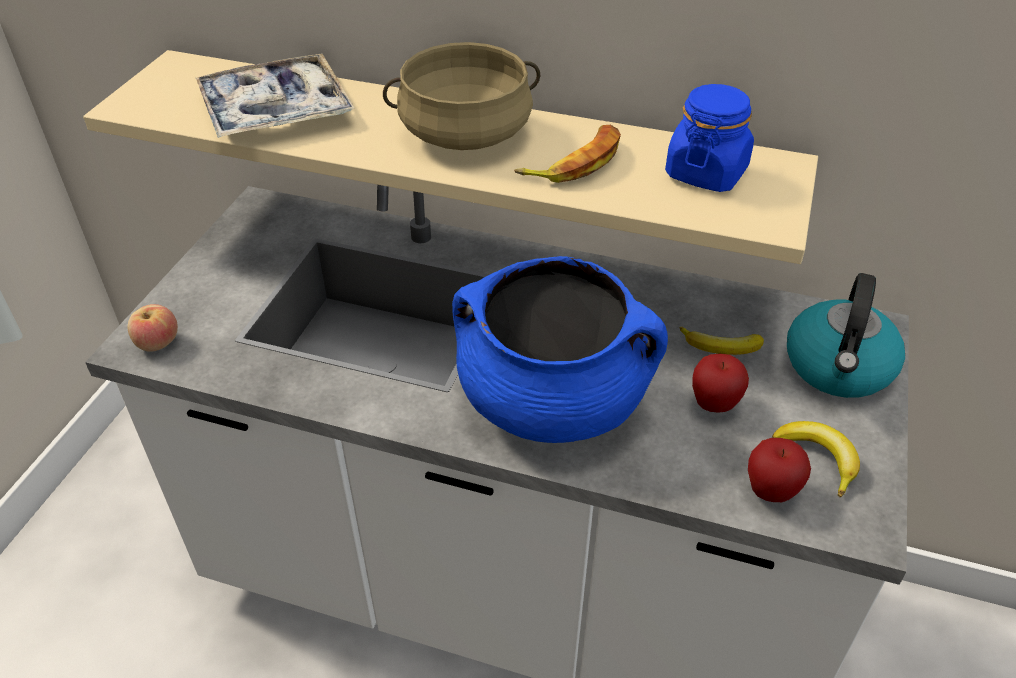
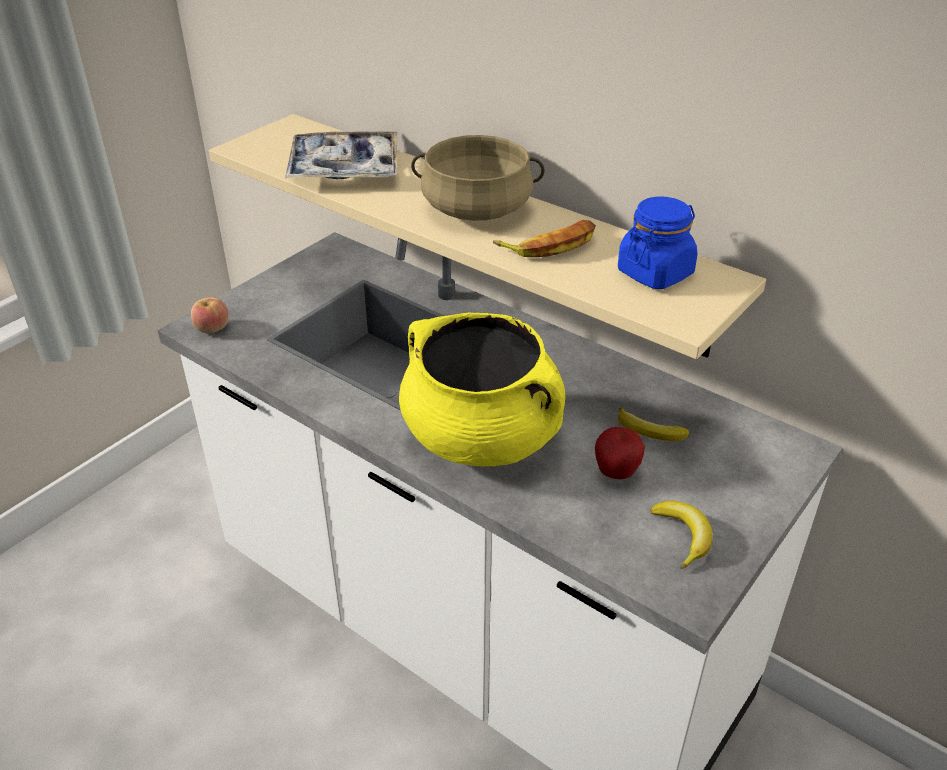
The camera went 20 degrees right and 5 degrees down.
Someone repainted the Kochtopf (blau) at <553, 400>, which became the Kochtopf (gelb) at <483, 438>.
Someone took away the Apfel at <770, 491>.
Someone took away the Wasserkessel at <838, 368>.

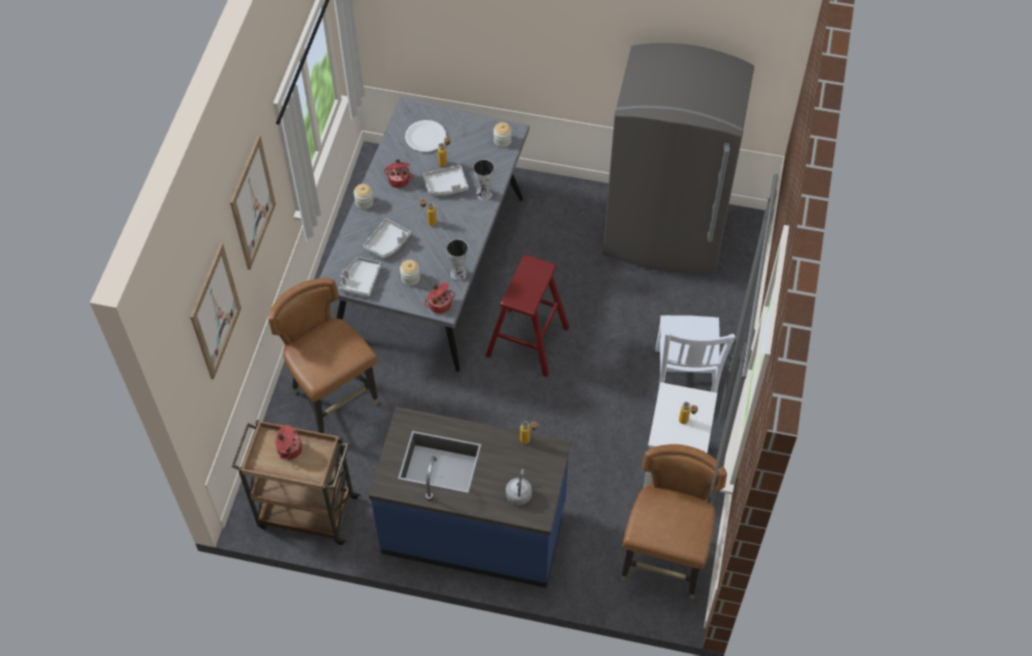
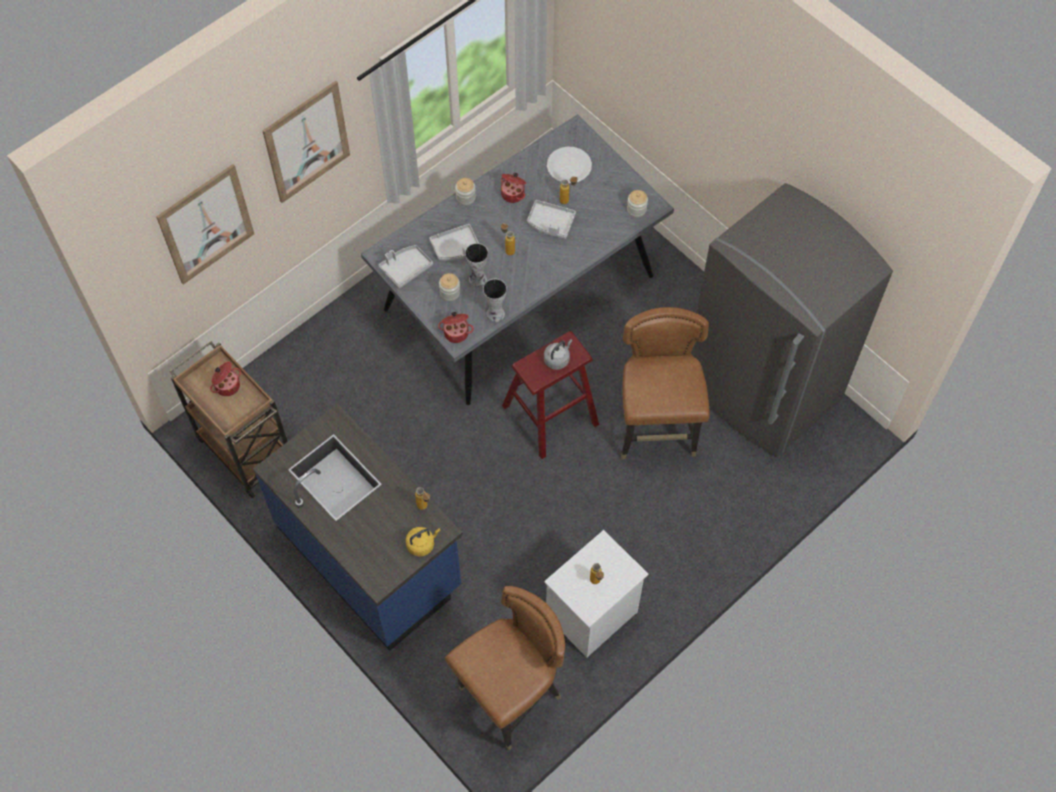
The camera went 35 degrees right and 5 degrees up.
Someone put down the Wasserkessel (gelb) at <422, 544>.
Someone carried the Vase from <485, 194> to <478, 279>.
Someone carried the Wasserkessel (grau) from <519, 493> to <557, 359>.
Someone carried the Stuhl (braun) from <334, 401> to <656, 430>.
Someone took away the Stuhl (weiß) at <684, 381>.

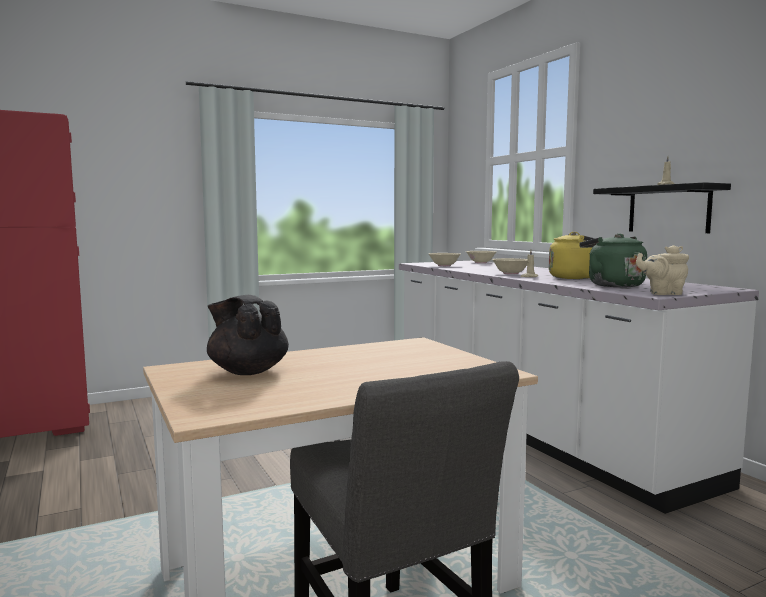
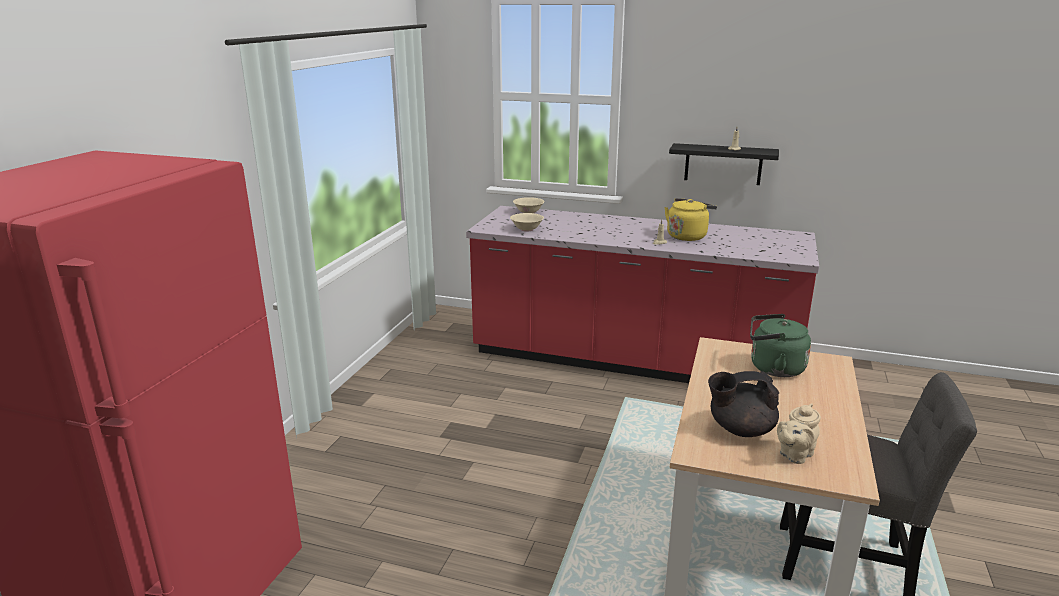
The camera went 45 degrees left and 15 degrees up.
Someone repainted the Küchenzeile (weiß) at <532, 429>, which became the Küchenzeile (rot) at <631, 361>.
Someone carried the Wasserkessel (grün) from <612, 285> to <773, 368>.
Someone carried the Teekanne (beige) from <662, 293> to <794, 455>.
Someone took away the Schüssel (beige) at <510, 273>.

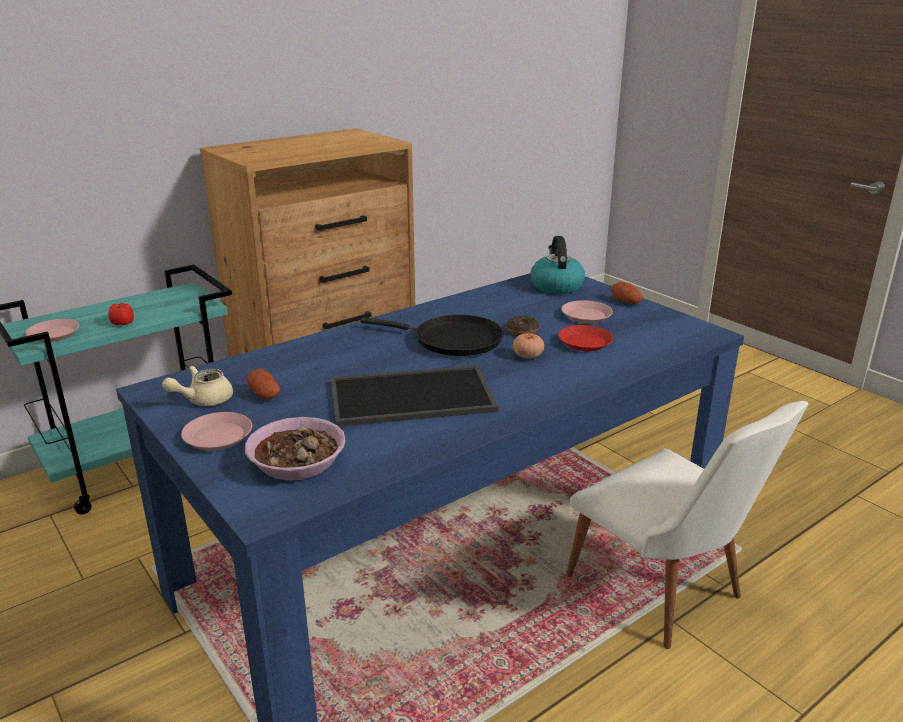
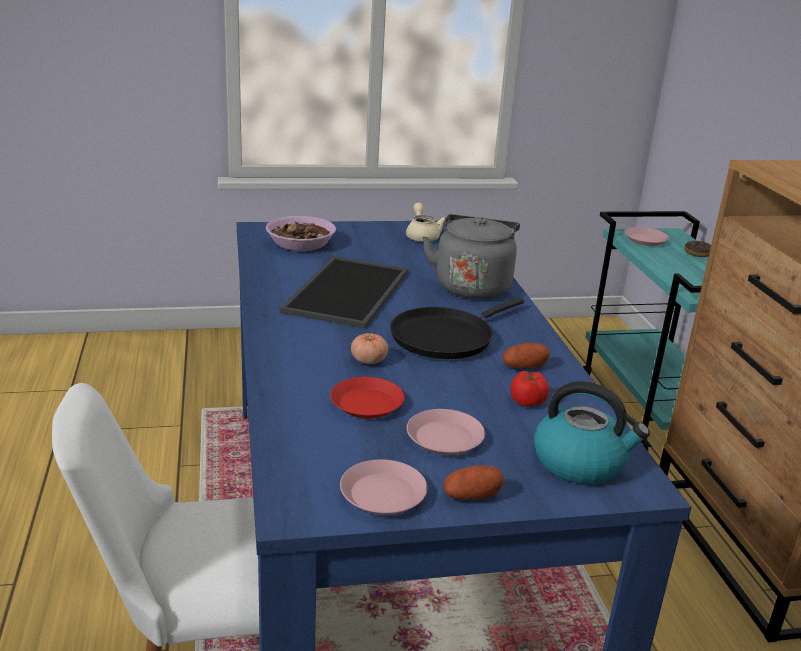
The camera went 115 degrees right and 0 degrees up.
Someone carried the Teller (rosa) from <217, 437> to <382, 494>.
Someone put down the Wasserkessel (grau) at <472, 286>.
Someone carried the Kartoffel from <264, 394> to <524, 367>.
Someone carried the Tomate from <123, 323> to <528, 402>.
Someone carried the Donut from <522, 331> to <698, 253>.

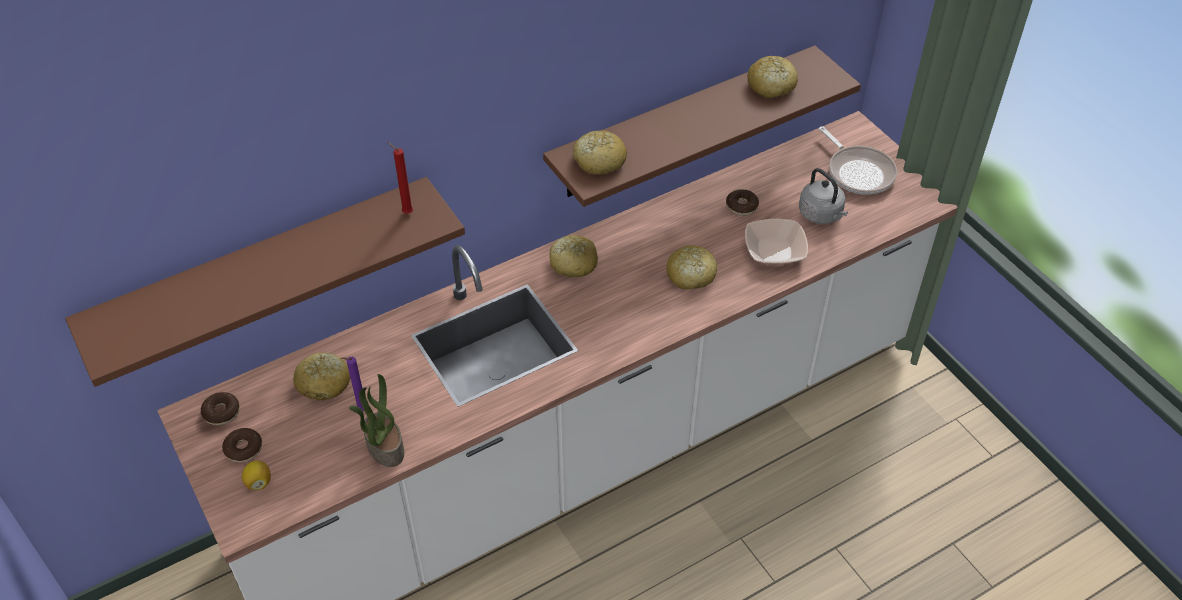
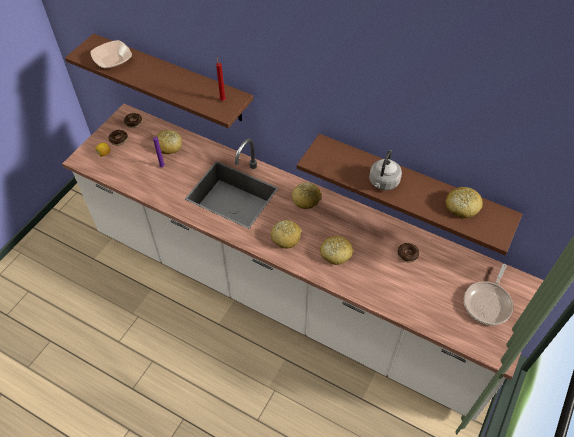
The camera went 60 degrees right and 5 degrees up.
Someone carried the Schüssel from <774, 250> to <113, 60>.
Someone carried the Brot from <599, 160> to <286, 237>.
Someone carried the Wasserkessel (grau) from <821, 215> to <383, 183>.
Someone took away the Topfpflanze at <384, 447>.

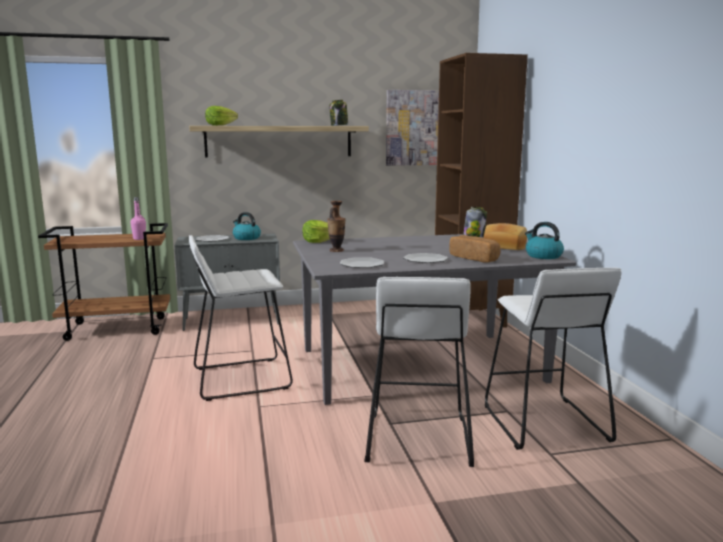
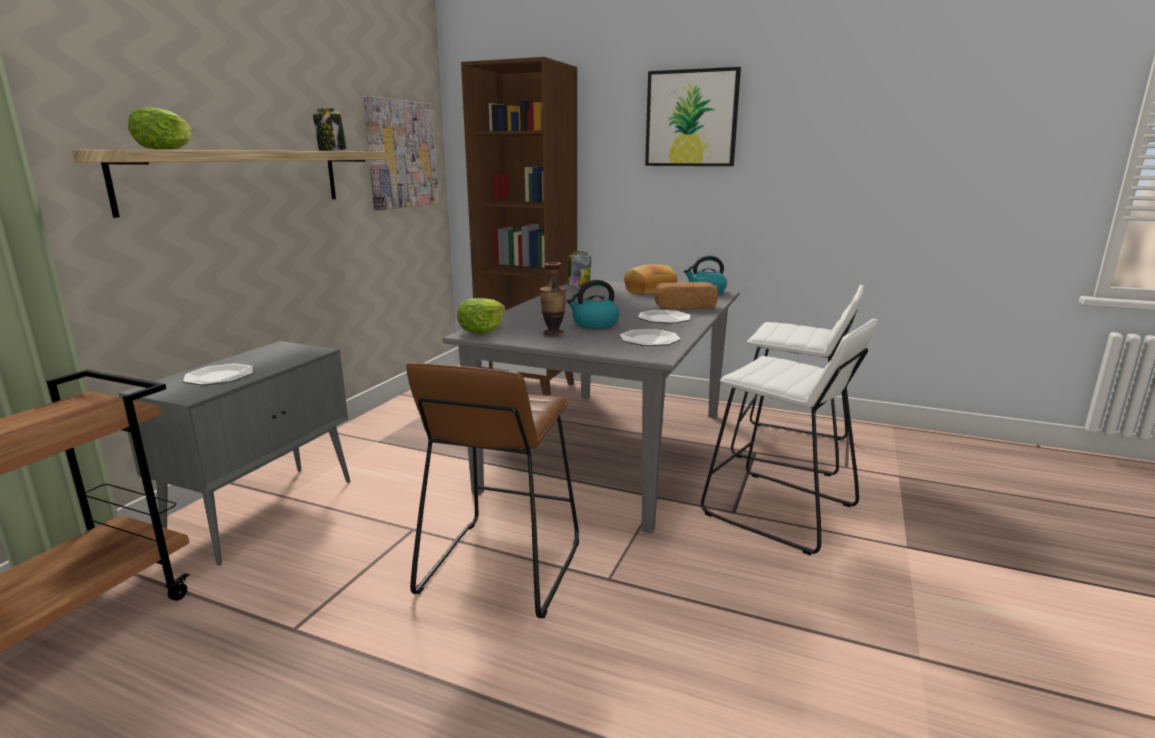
The camera went 55 degrees left and 5 degrees up.
Someone repainted the Hocker (weiß) at <241, 378>, which became the Hocker (braun) at <500, 566>.
Someone carried the Wasserkessel from <246, 238> to <594, 324>.
Someone put up the Bild at <691, 118>.
Someone took away the Flasche (rosa) at <139, 239>.

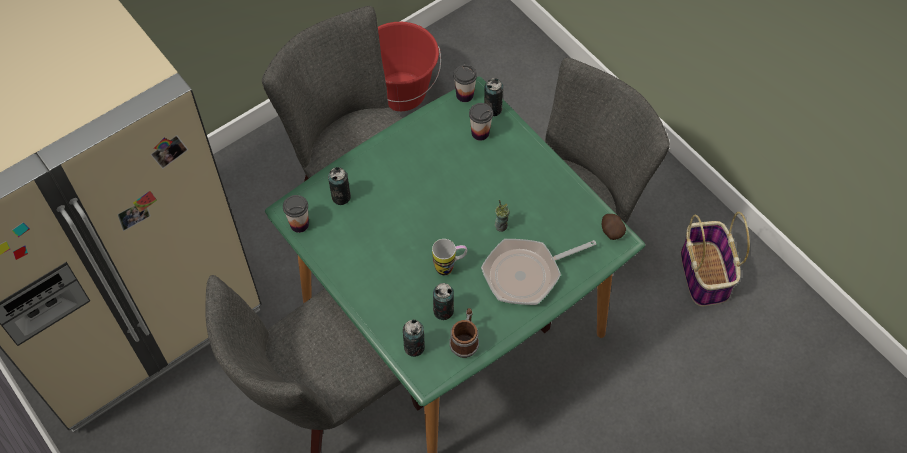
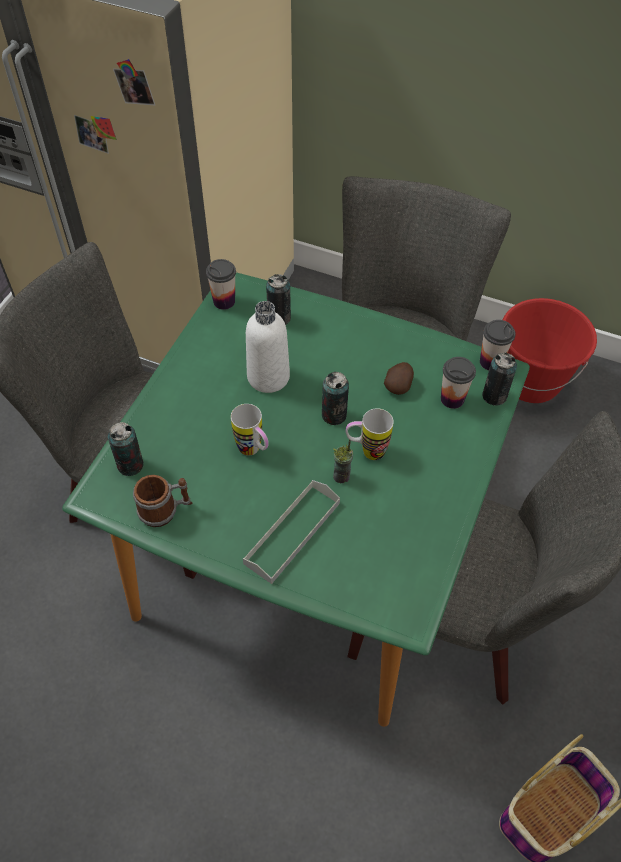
The camera went 60 degrees right and 5 degrees down.
Someone swapped the Pfanne at <526, 274> for the Tablett (grau) at <292, 533>.
Someone put down the Flasche (weiß) at <268, 377>.
Someone carried the Dose from <443, 311> to <334, 415>.
Someone put down the Henkelbecher at <366, 451>.
Someone carried the Kartoffel from <611, 231> to <399, 385>.

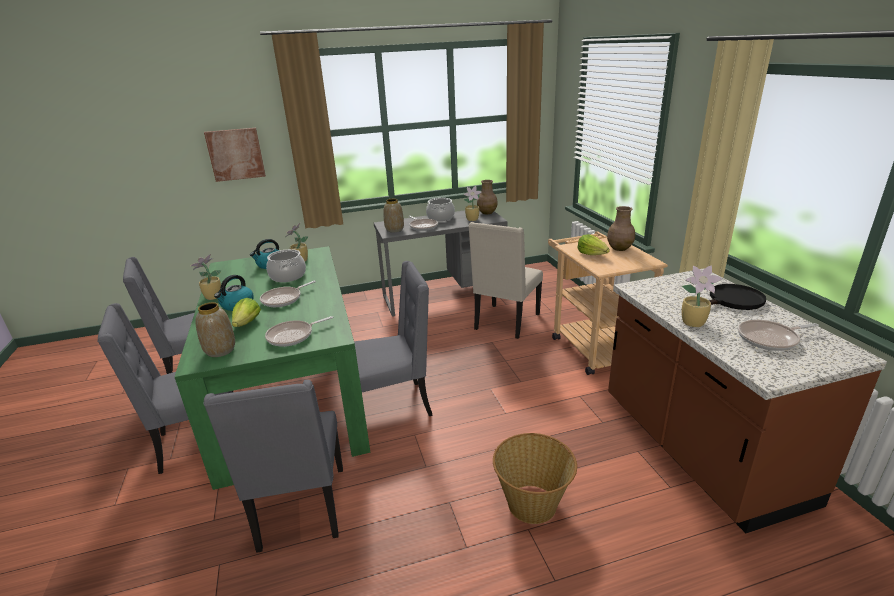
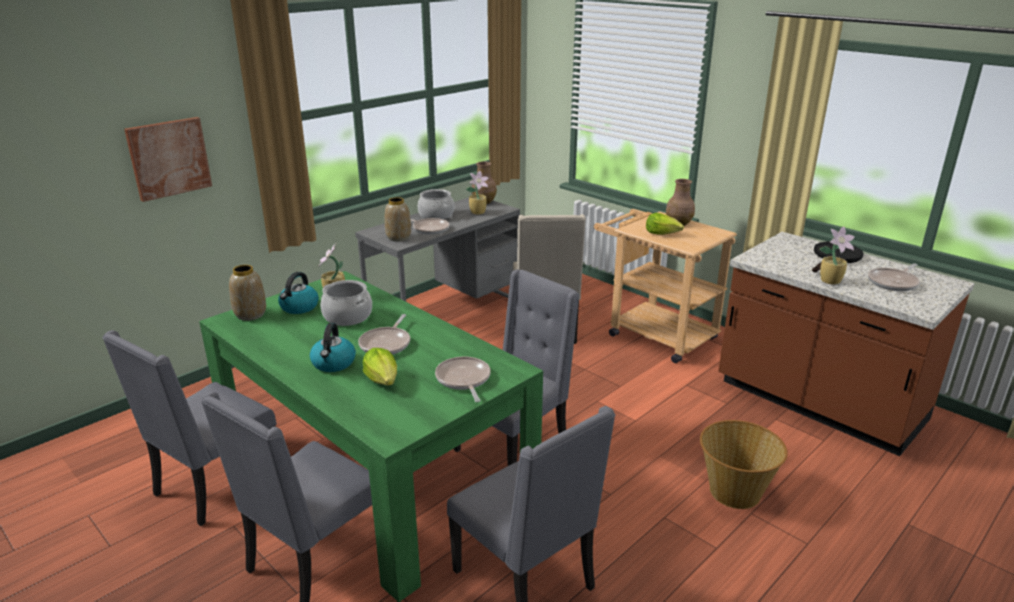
The camera went 30 degrees left and 0 degrees up.
Someone carried the Vase from <220, 350> to <250, 314>.
Someone rotated the Pfanne at <293, 336> by 135 degrees clockwise.
Someone took away the Topfpflanze at <212, 297>.

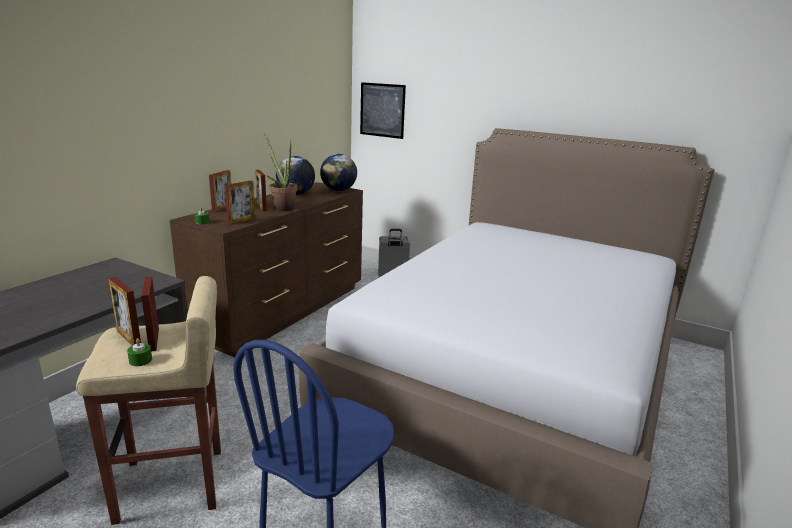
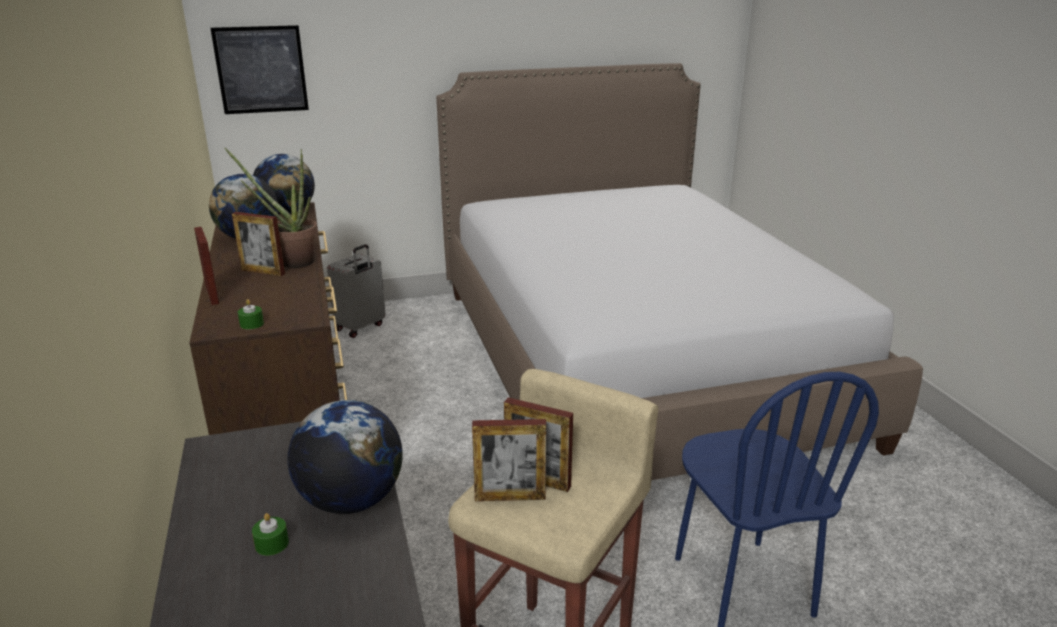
The camera went 45 degrees left and 5 degrees up.
Someone carried the Kerze (grün) from <140, 360> to <272, 544>.
Someone put down the Globus at <351, 500>.
Someone took away the Bilderrahmen at <241, 221>.

